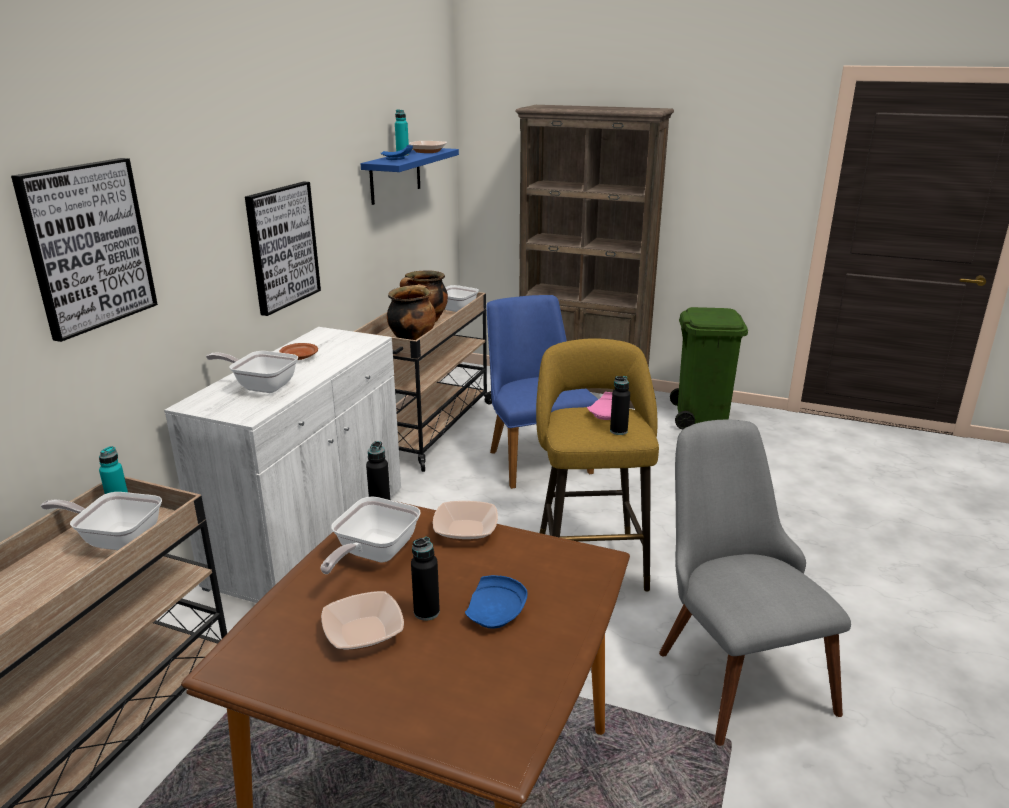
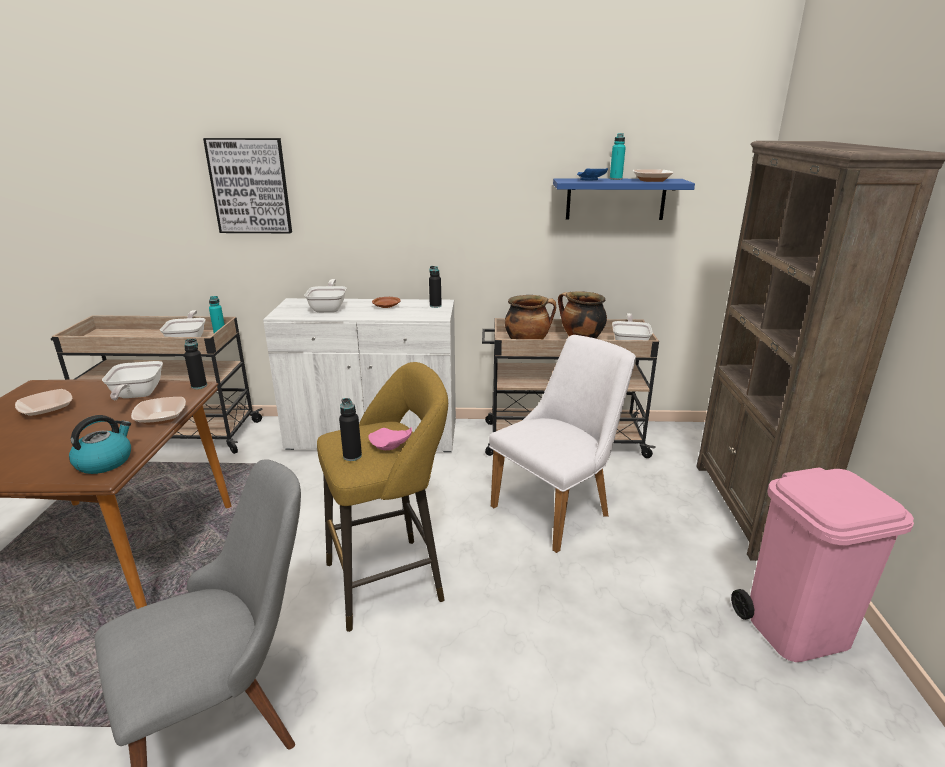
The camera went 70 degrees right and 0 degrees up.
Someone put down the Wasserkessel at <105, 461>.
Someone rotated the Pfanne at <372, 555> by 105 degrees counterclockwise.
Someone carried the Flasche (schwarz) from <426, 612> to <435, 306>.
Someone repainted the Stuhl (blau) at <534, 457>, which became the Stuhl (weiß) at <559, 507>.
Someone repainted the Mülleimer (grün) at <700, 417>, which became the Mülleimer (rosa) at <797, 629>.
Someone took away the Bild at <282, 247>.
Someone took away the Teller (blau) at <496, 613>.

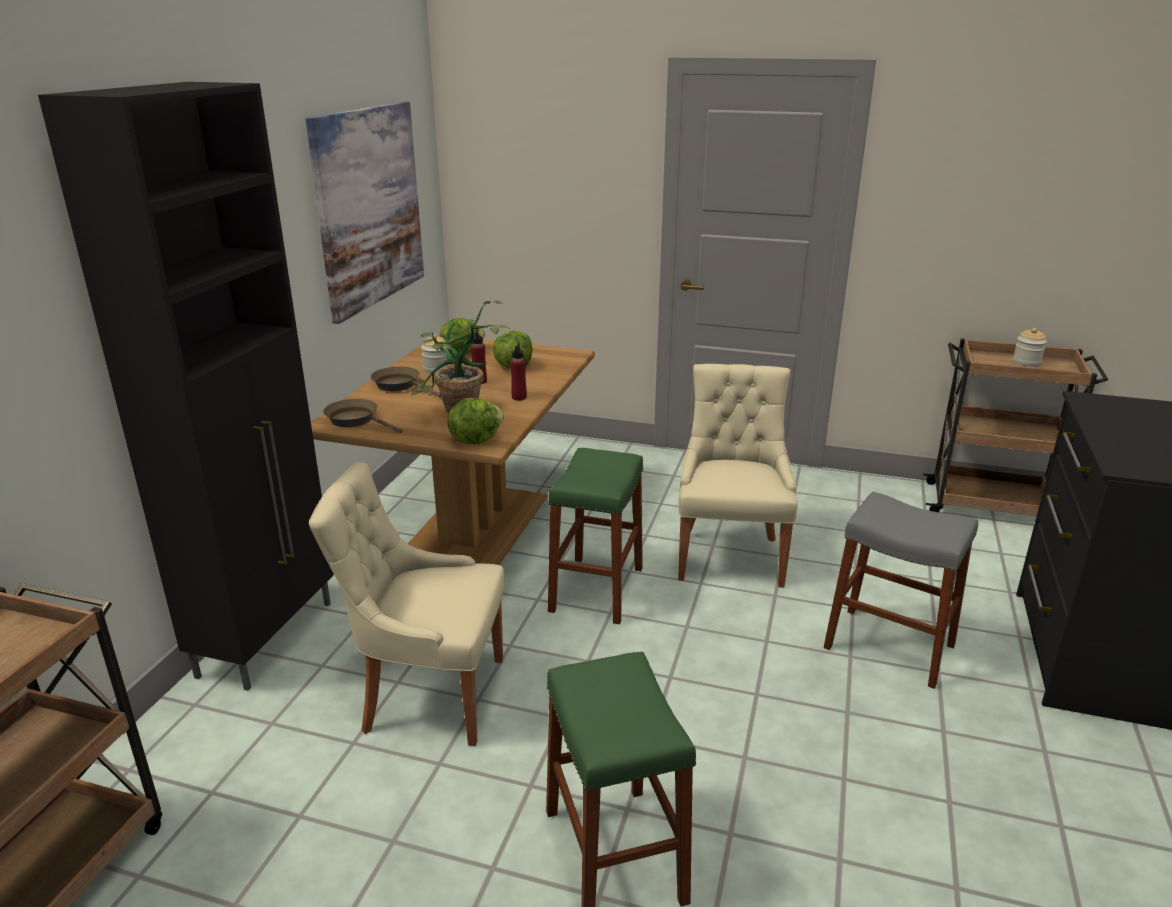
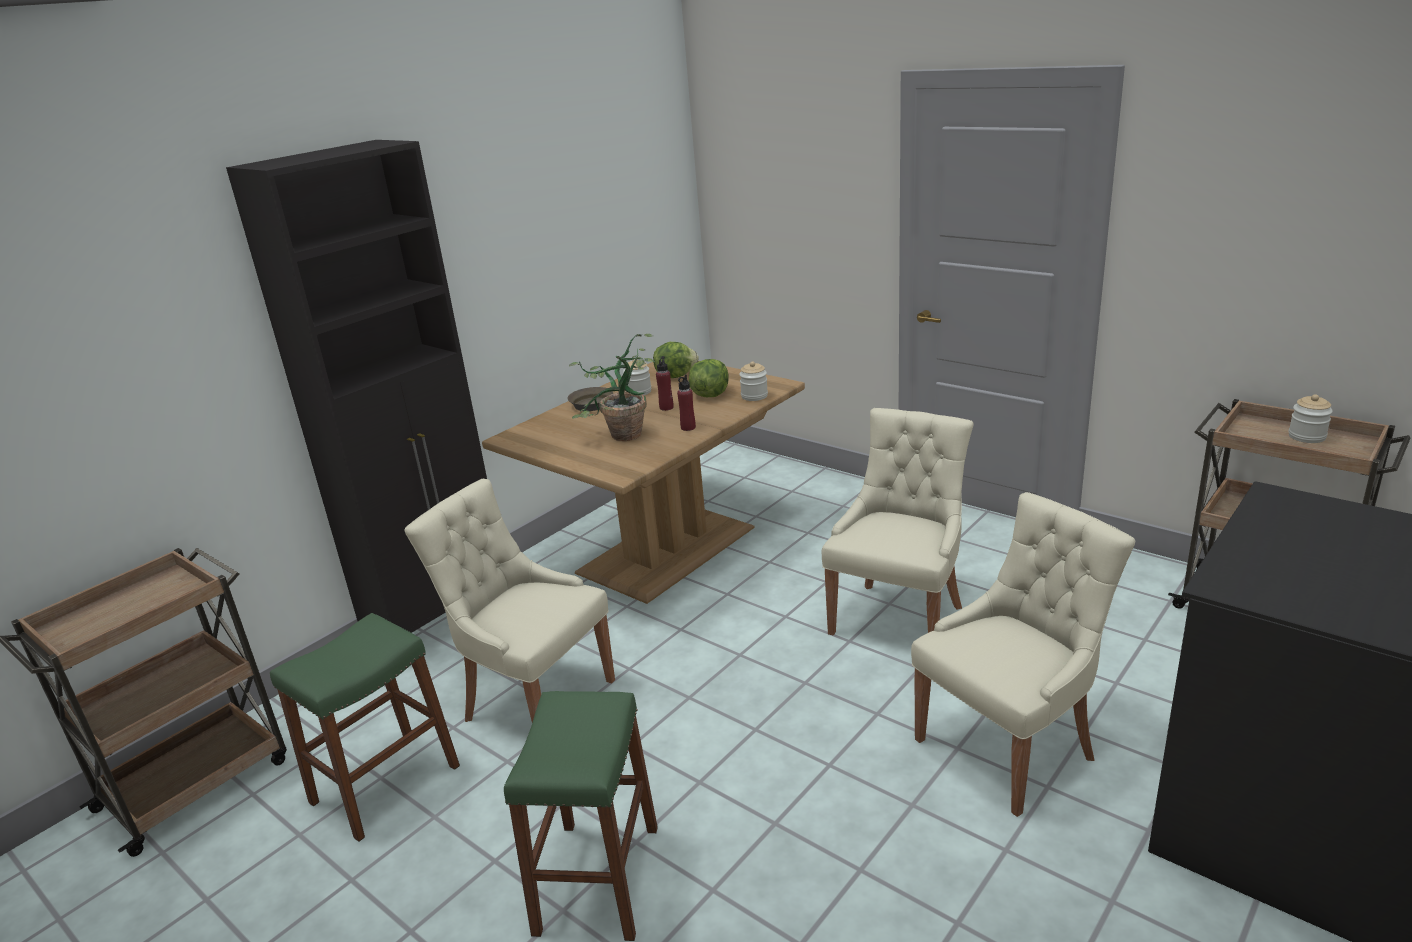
The camera went 25 degrees right and 0 degrees up.
Someone carried the Hocker (grün) from <596, 589> to <385, 784>.
Someone put down the Vorratsglas at <754, 396>.
Someone swapped the Hocker (grau) at <889, 646> for the Stuhl (beige) at <1009, 747>.
Someone took away the Bild at <369, 207>.
Someone took away the Pfanne (braun) at <356, 420>.
Someone took away the Salatkopf at <475, 440>.

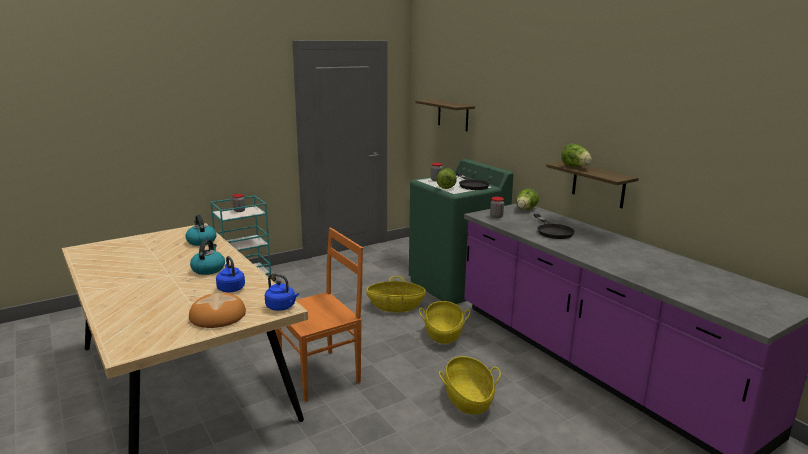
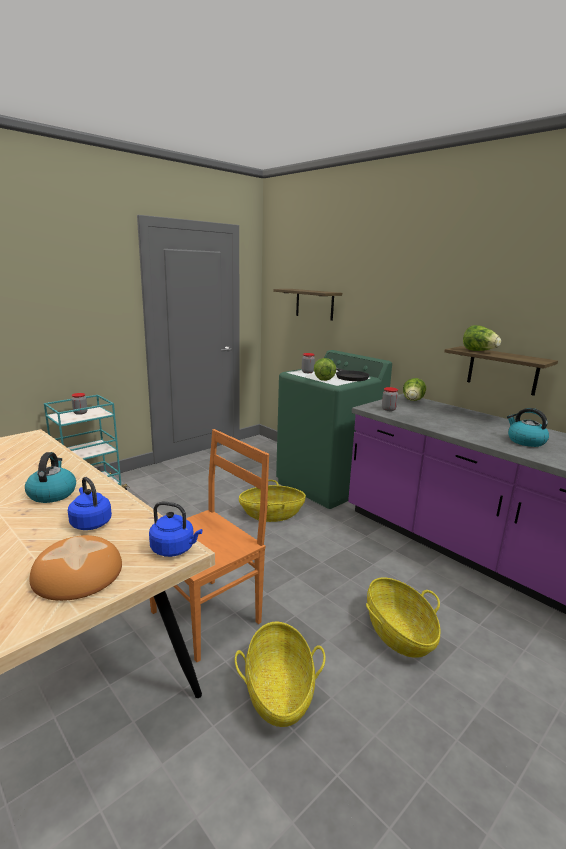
The camera went 10 degrees left and 0 degrees up.
Someone carried the Korb from <443, 333> to <279, 691>.
Someone carried the Wasserkessel from <201, 241> to <525, 441>.
Someone took away the Pfanne (schwarz) at <552, 230>.

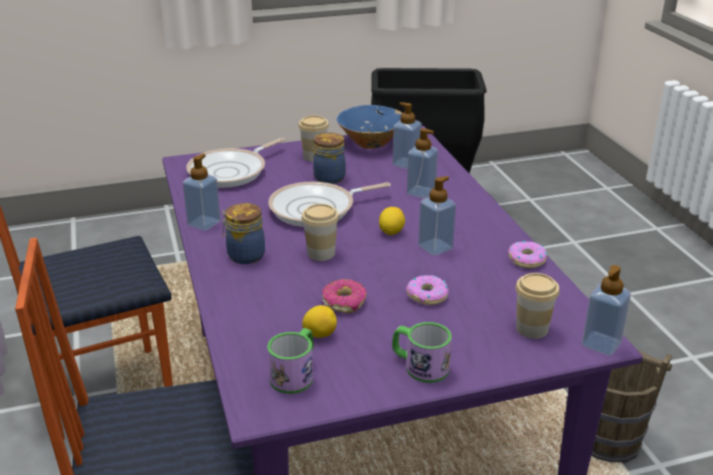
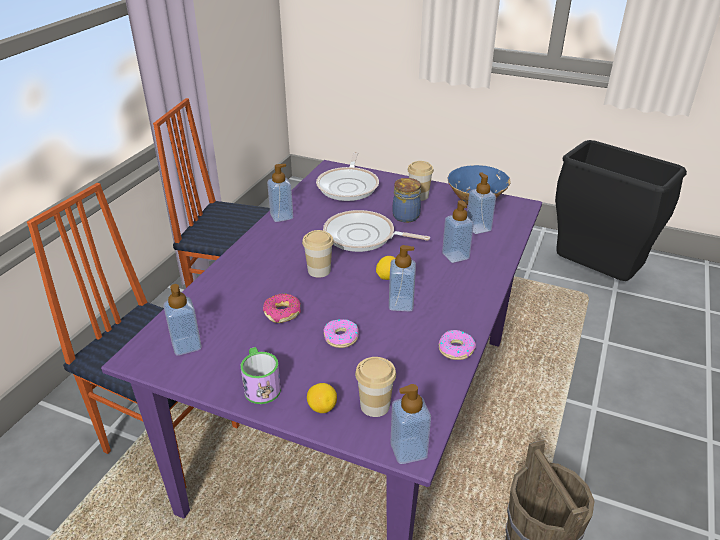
The camera went 40 degrees right and 5 degrees up.
Someone swapped the Henkelbecher at <295, 374> for the Seifenspender at <186, 345>.
Someone carried the Zitrone from <320, 334> to <322, 408>.
Someone rotated the Pfanne at <231, 171> by 75 degrees counterclockwise.
Someone took away the Vorratsglas at <244, 255>.

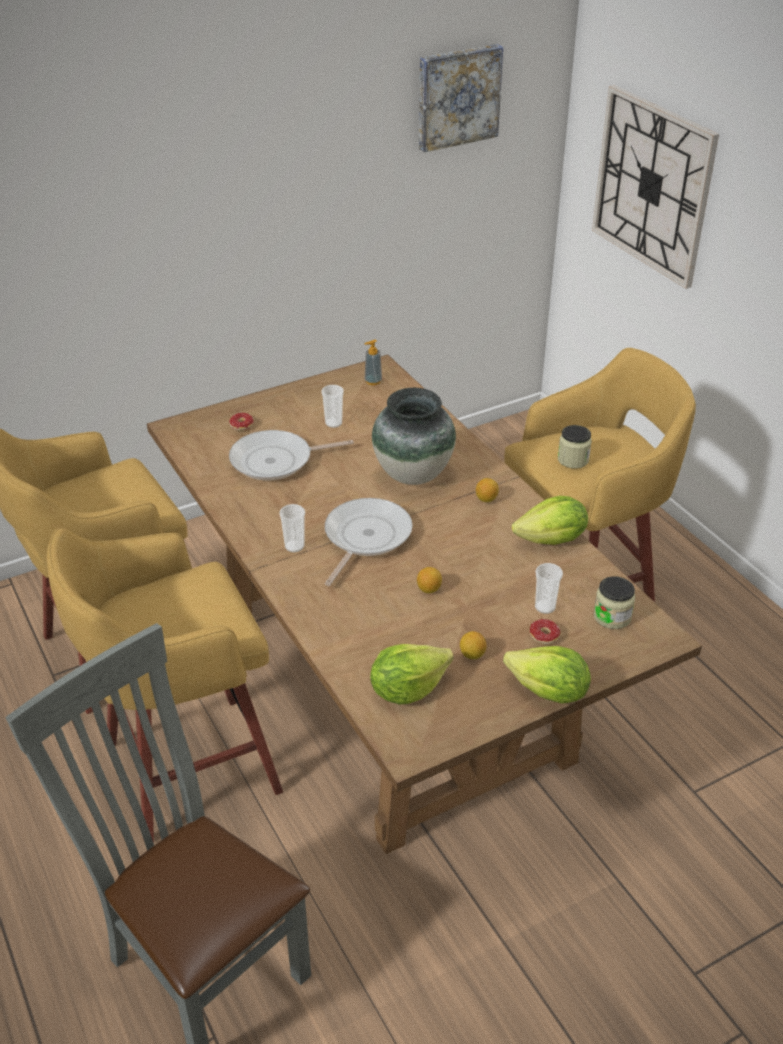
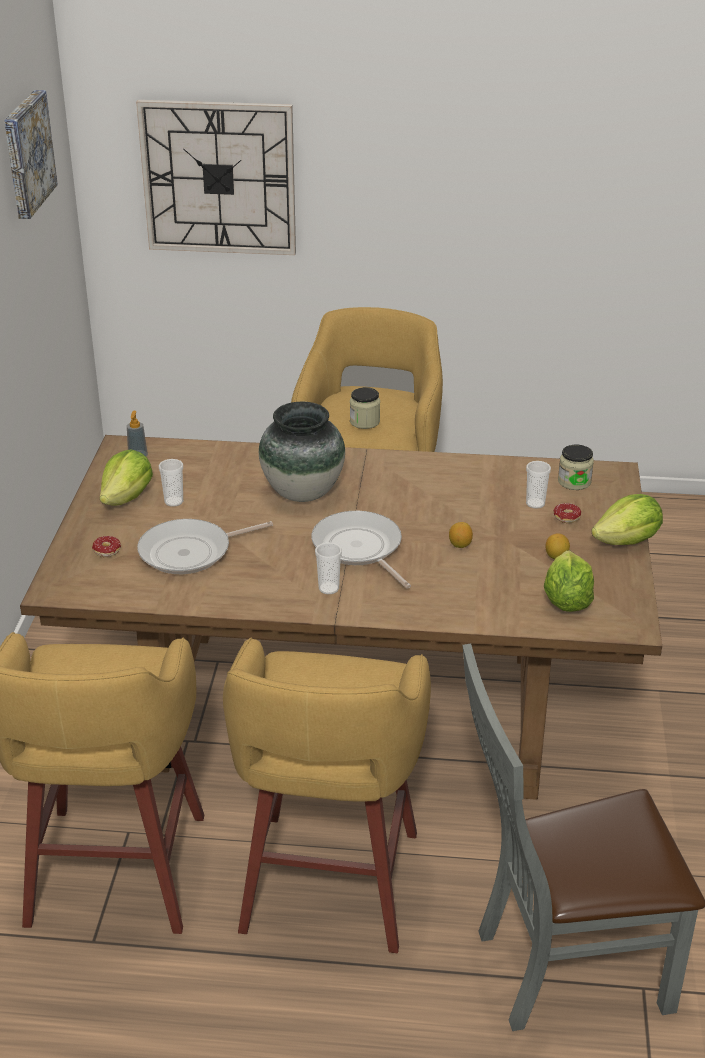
The camera went 55 degrees left and 5 degrees down.
Someone carried the Salatkopf from <552, 540> to <127, 498>.
Someone rotated the Pfanne at <276, 461> by 45 degrees clockwise.
Someone took away the Zitrone at <486, 499>.

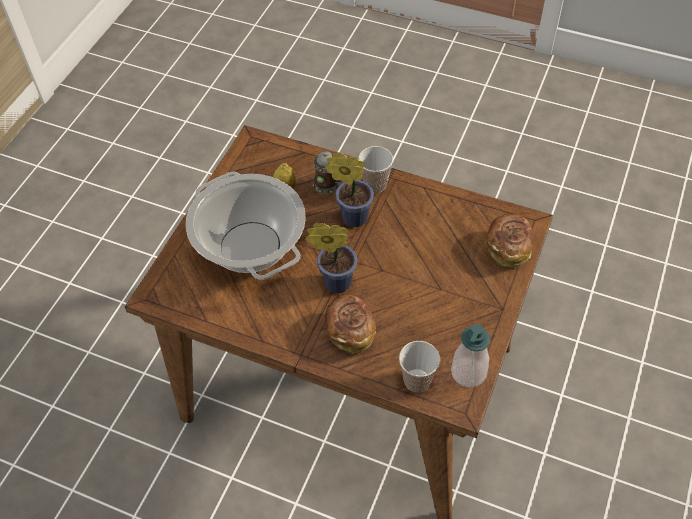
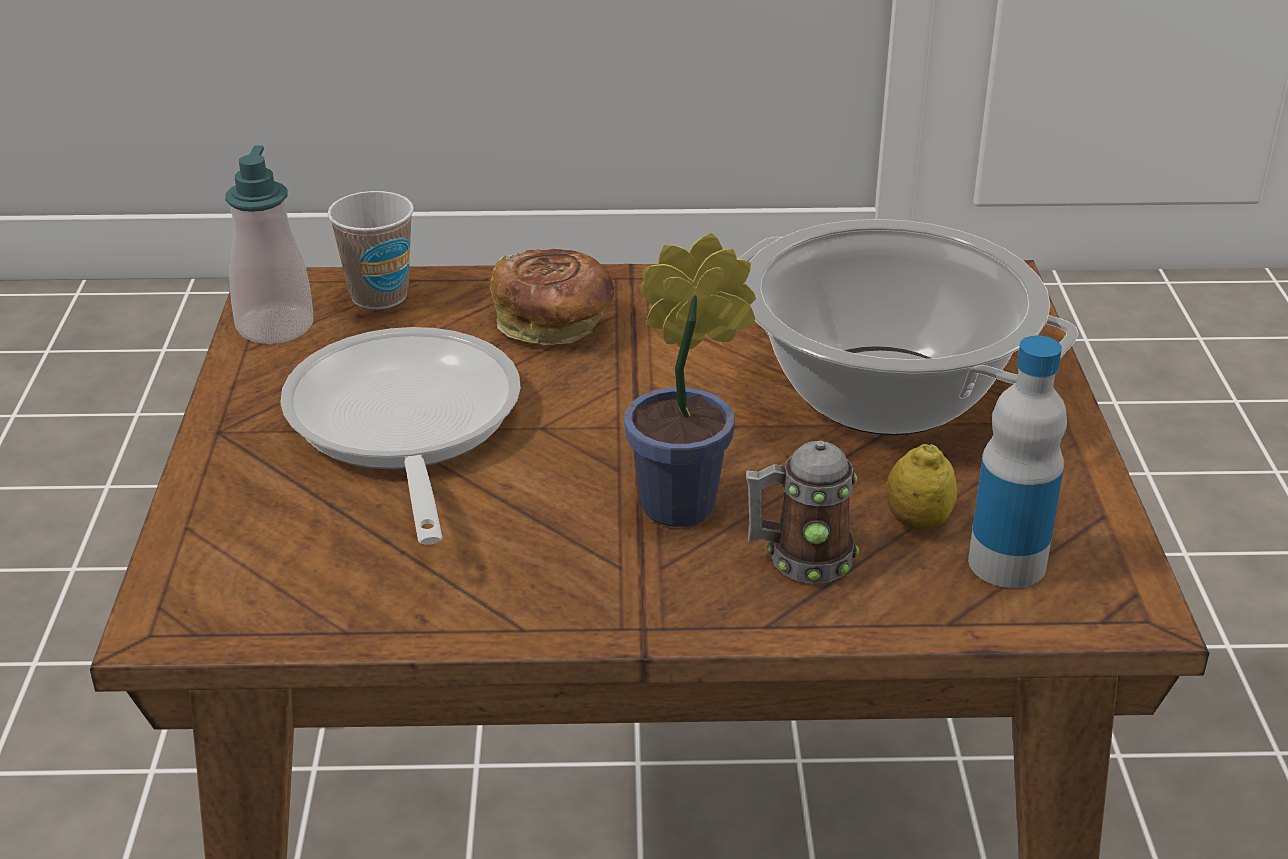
The camera went 155 degrees right and 20 degrees down.
Someone put down the Pfanne at <403, 428>.
Someone put down the Flasche at <1007, 563>.
Someone took away the Topfpflanze at <334, 282>.
Someone took away the Tasse at <375, 185>.
Someone took away the Brot at <508, 248>.

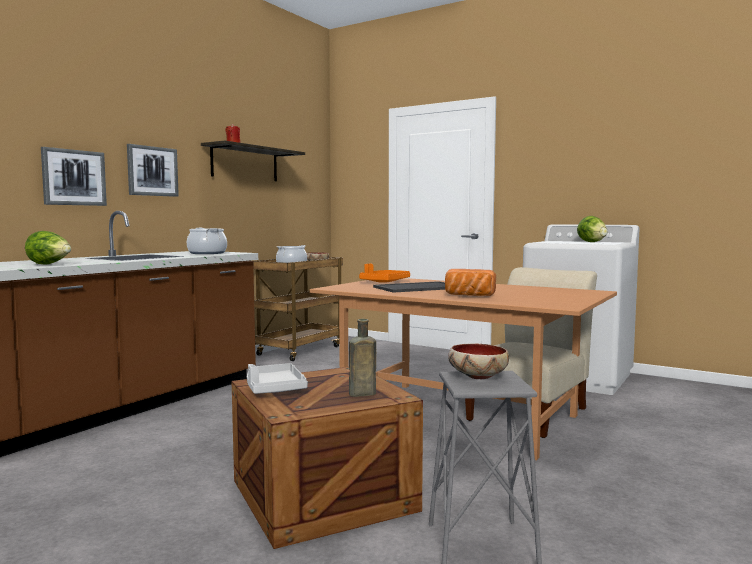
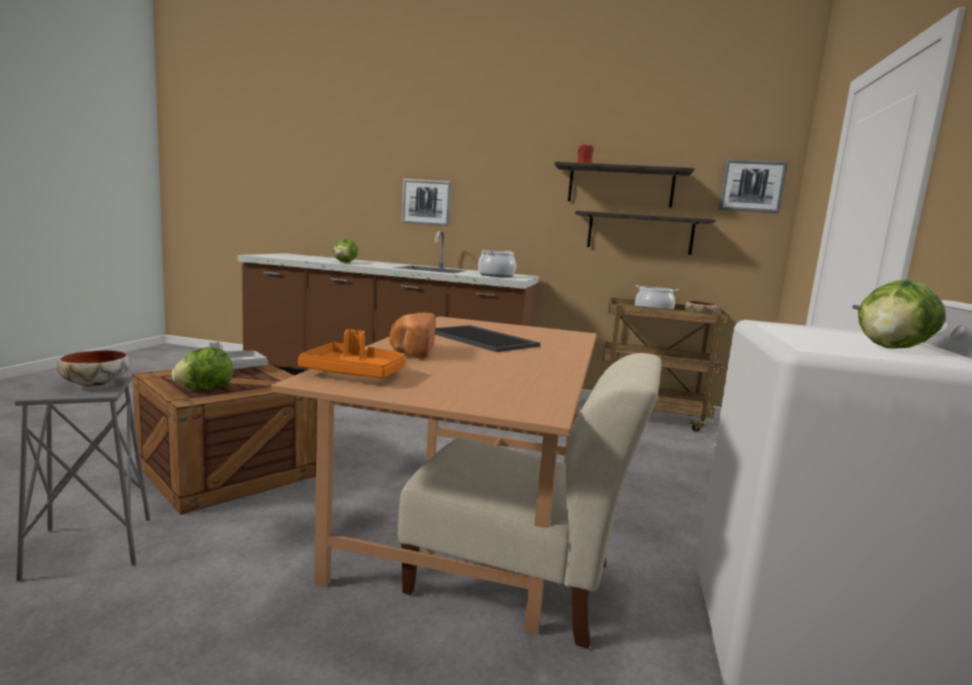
The camera went 70 degrees right and 5 degrees up.
Someone swapped the Flasche (braun) at <360, 394> for the Salatkopf at <204, 389>.
Someone carried the Tablett (orange) from <384, 282> to <354, 373>.
Someone put up the Wandregal at <640, 233>.
Someone carried the Bild from <152, 171> to <752, 186>.

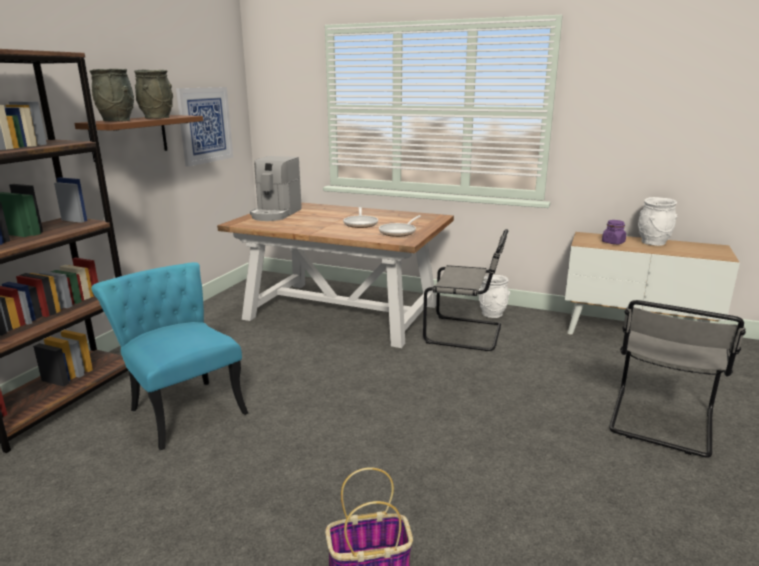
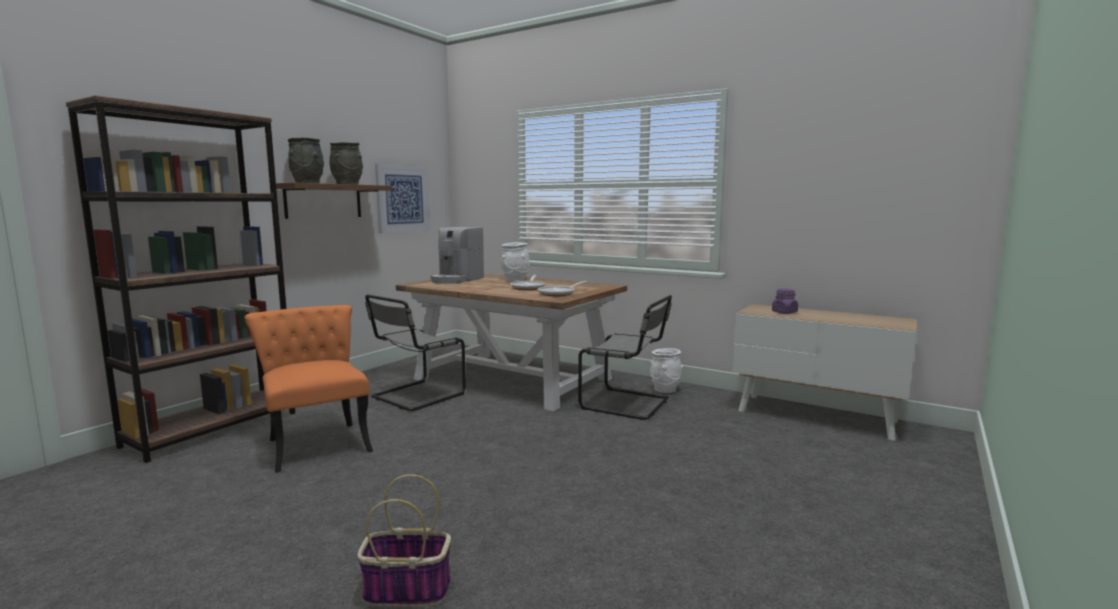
The camera went 10 degrees right and 10 degrees down.
Someone repainted the Stuhl (türkis) at <182, 407>, which became the Stuhl (orange) at <316, 442>.
Someone carried the Stuhl (grau) from <660, 424> to <415, 396>.
Someone carried the Vase (weiß) from <652, 242> to <515, 280>.

